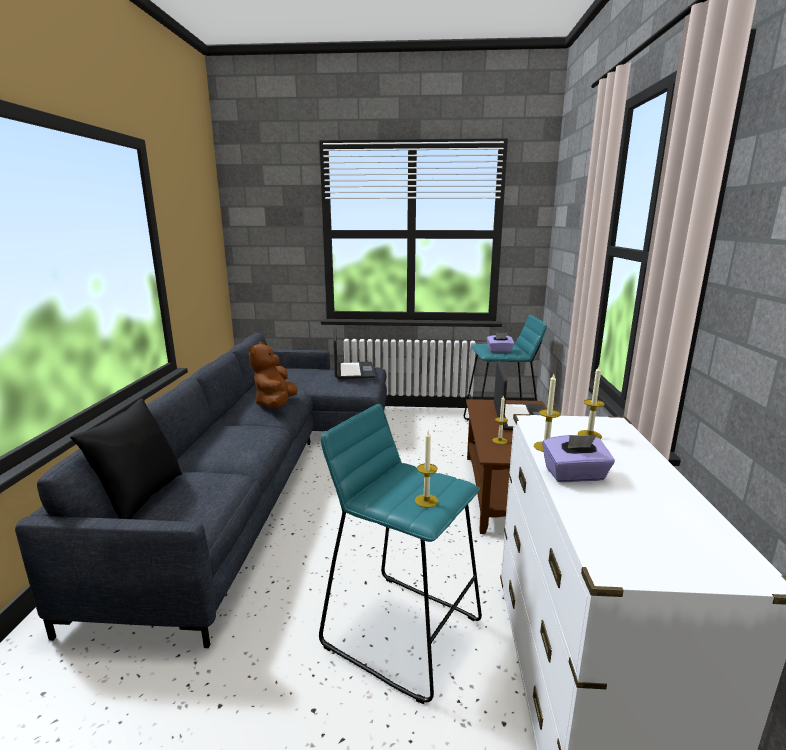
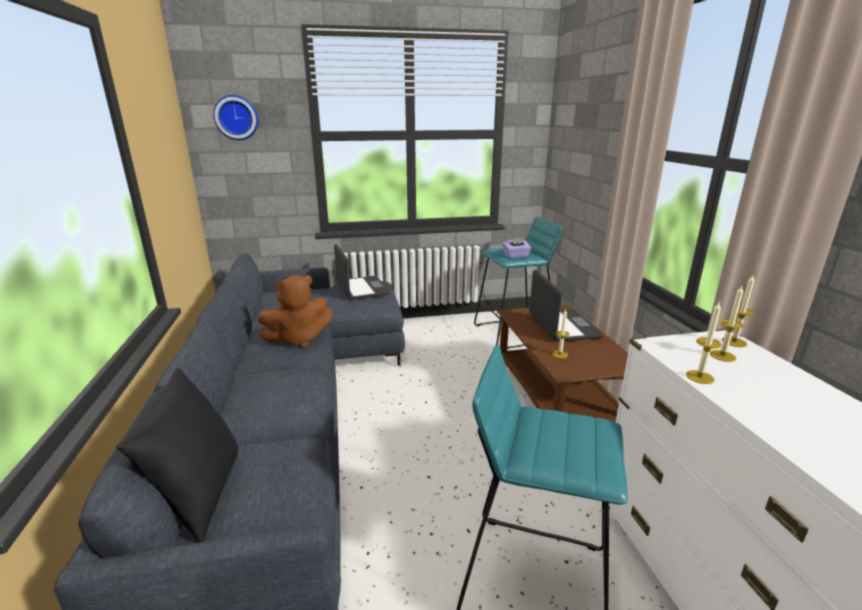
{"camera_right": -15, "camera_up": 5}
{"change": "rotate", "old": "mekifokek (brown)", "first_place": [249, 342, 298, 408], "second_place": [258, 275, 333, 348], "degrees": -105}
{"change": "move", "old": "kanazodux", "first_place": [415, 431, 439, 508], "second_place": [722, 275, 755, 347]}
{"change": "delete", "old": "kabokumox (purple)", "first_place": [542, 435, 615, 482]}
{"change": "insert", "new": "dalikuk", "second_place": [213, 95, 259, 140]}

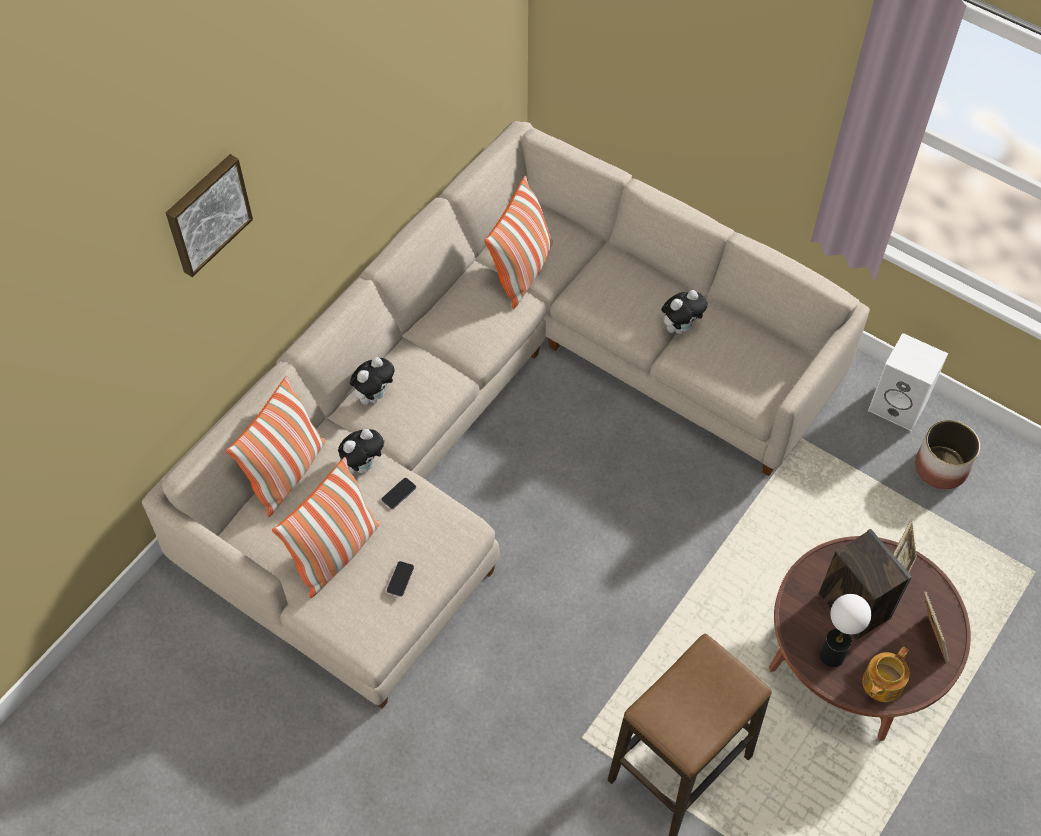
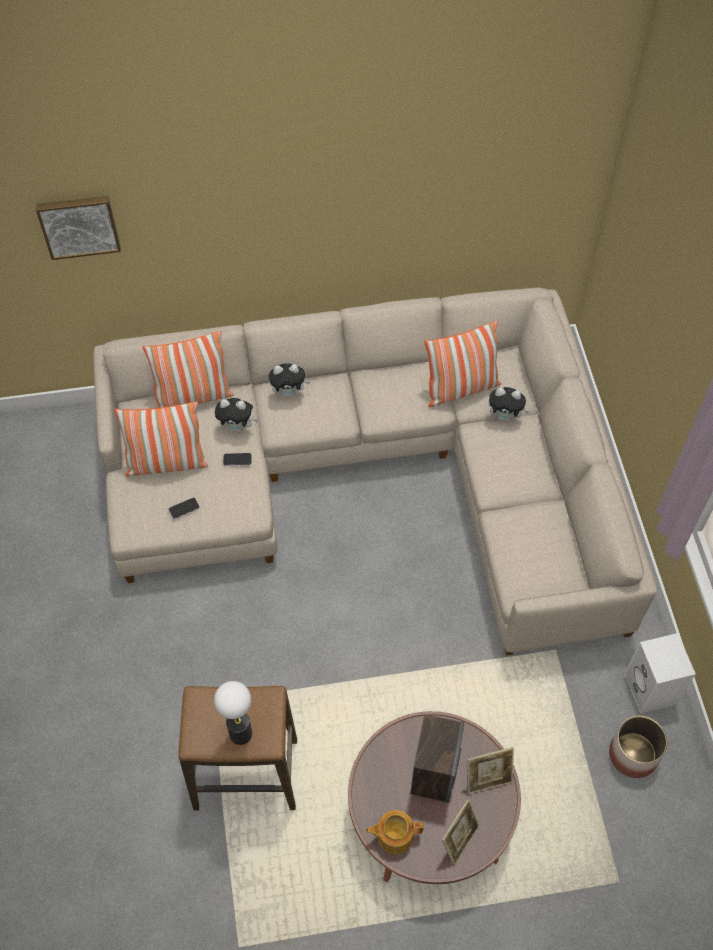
{"camera_right": 45, "camera_up": 0}
{"change": "move", "old": "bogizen", "first_place": [166, 154, 253, 277], "second_place": [36, 196, 121, 260]}
{"change": "move", "old": "mekifokek", "first_place": [661, 290, 707, 334], "second_place": [488, 387, 529, 422]}
{"change": "move", "old": "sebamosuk", "first_place": [820, 594, 871, 667], "second_place": [214, 681, 252, 745]}

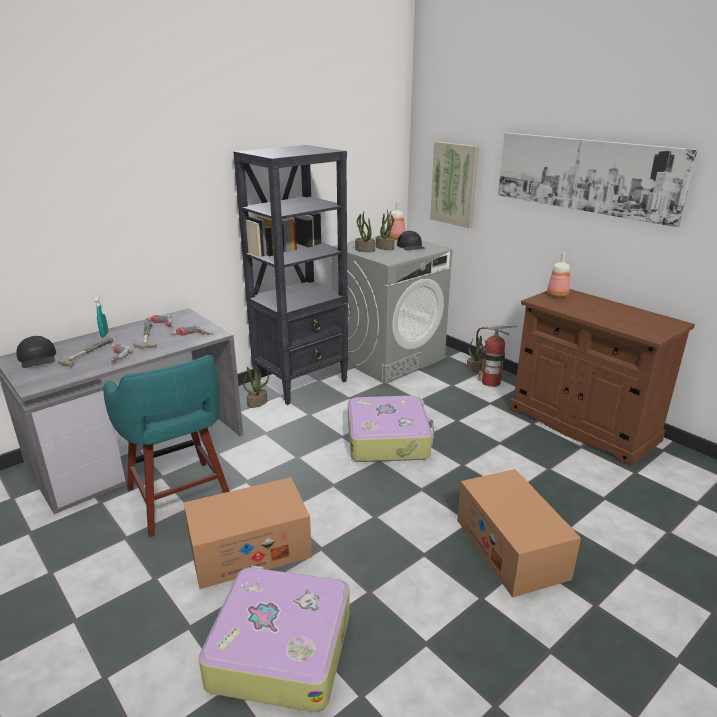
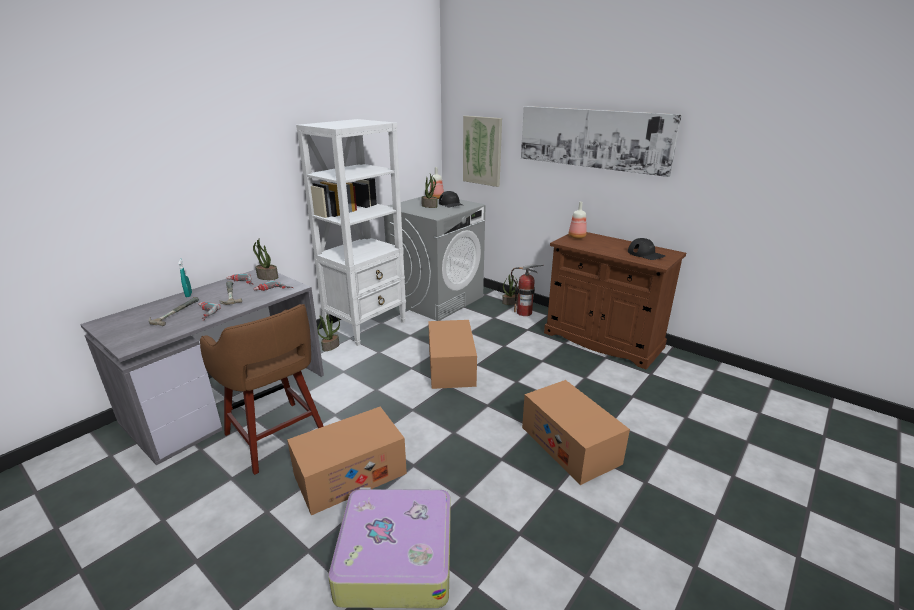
{"camera_right": -10, "camera_up": 0}
{"change": "move", "old": "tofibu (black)", "first_place": [16, 336, 56, 368], "second_place": [628, 238, 666, 260]}
{"change": "recolor", "old": "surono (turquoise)", "new": "surono (brown)", "first_place": [103, 355, 230, 537], "second_place": [200, 304, 324, 475]}
{"change": "recolor", "old": "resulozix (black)", "new": "resulozix (white)", "first_place": [233, 145, 349, 405], "second_place": [296, 119, 406, 346]}
{"change": "replace", "old": "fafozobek", "new": "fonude", "first_place": [348, 396, 435, 462], "second_place": [428, 320, 477, 389]}
{"change": "move", "old": "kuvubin", "first_place": [355, 212, 375, 252], "second_place": [253, 239, 278, 280]}

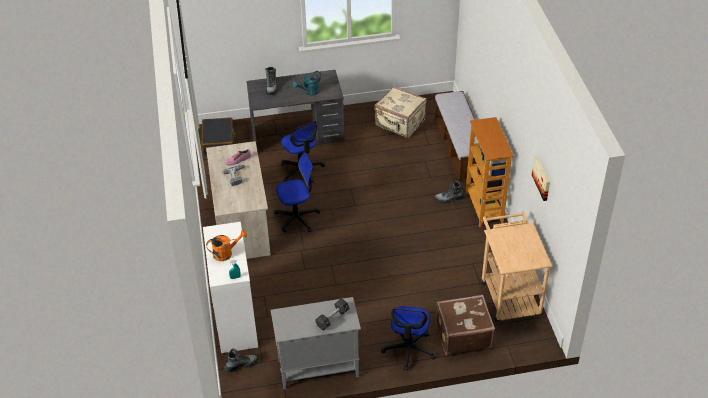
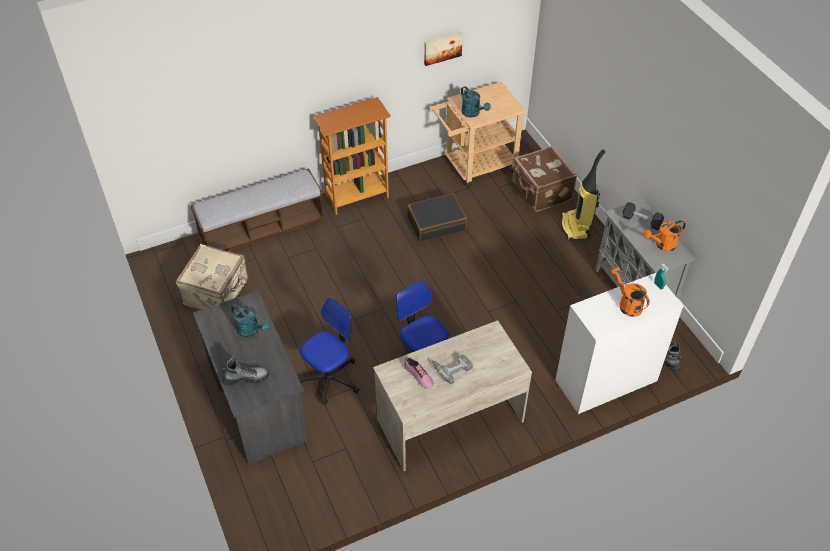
{"camera_right": -105, "camera_up": 5}
{"change": "move", "old": "fafozobek (black)", "first_place": [201, 117, 236, 155], "second_place": [407, 193, 467, 242]}
{"change": "replace", "old": "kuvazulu", "new": "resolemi", "first_place": [381, 306, 436, 371], "second_place": [561, 149, 605, 241]}
{"change": "delete", "old": "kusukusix", "first_place": [434, 180, 465, 204]}
{"change": "insert", "new": "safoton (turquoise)", "second_place": [461, 86, 491, 118]}
{"change": "insert", "new": "safoton (orange)", "second_place": [643, 220, 686, 251]}

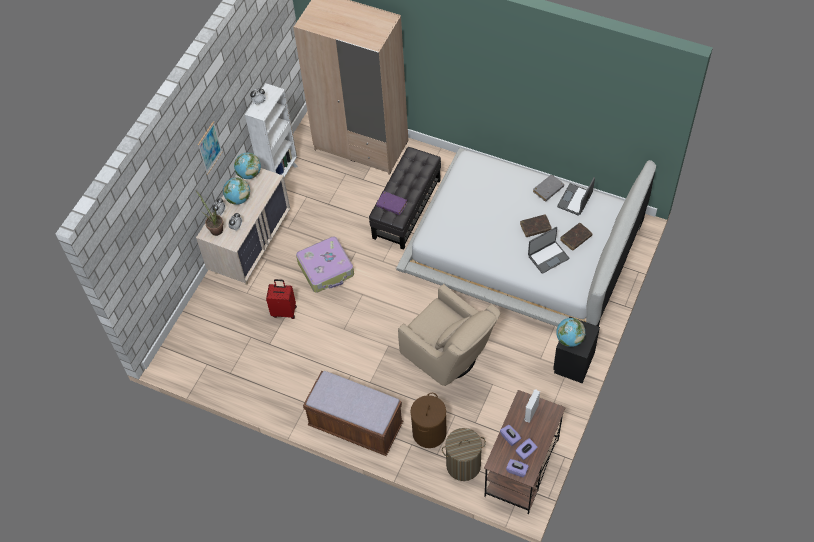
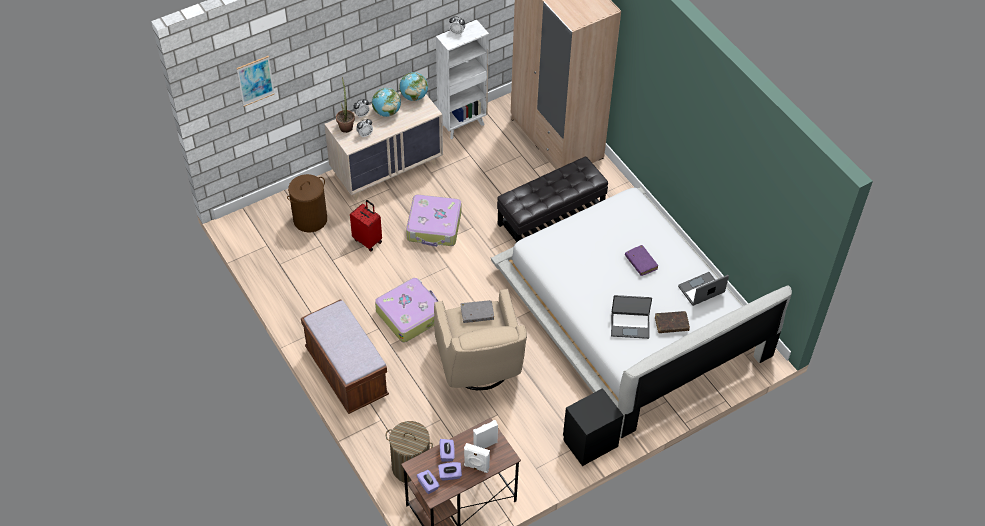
{"camera_right": 30, "camera_up": -5}
{"change": "move", "old": "bogizen", "first_place": [198, 121, 223, 175], "second_place": [236, 56, 275, 107]}
{"change": "move", "old": "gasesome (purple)", "first_place": [376, 191, 407, 215], "second_place": [625, 245, 658, 276]}
{"change": "move", "old": "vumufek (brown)", "first_place": [411, 393, 447, 448], "second_place": [287, 174, 327, 232]}
{"change": "delete", "old": "gasesome (brown)", "first_place": [520, 214, 552, 237]}
{"change": "move", "old": "gasesome (grey)", "first_place": [533, 175, 564, 201], "second_place": [461, 300, 494, 323]}
{"change": "delete", "old": "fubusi", "first_place": [556, 318, 586, 347]}
{"change": "insert", "new": "fafozobek", "second_place": [375, 278, 438, 342]}
{"change": "insert", "new": "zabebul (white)", "second_place": [464, 443, 490, 473]}

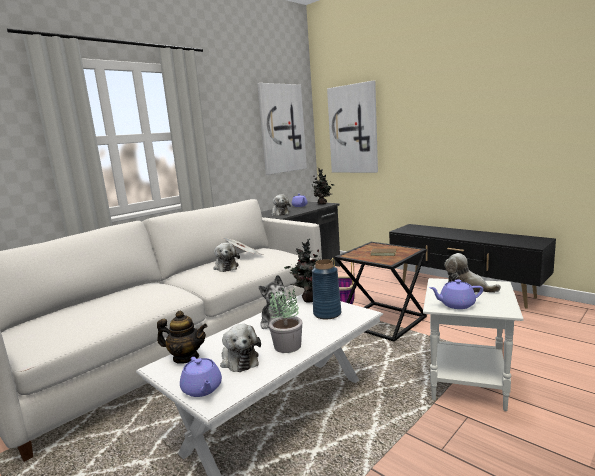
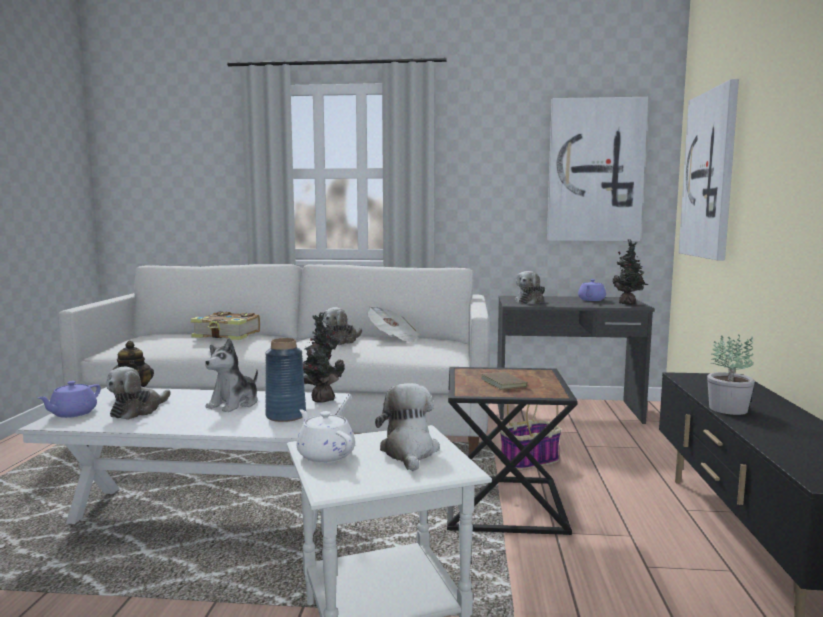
{"camera_right": 50, "camera_up": -5}
{"change": "move", "old": "kuvubin", "first_place": [269, 288, 302, 353], "second_place": [707, 335, 755, 415]}
{"change": "recolor", "old": "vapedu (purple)", "new": "vapedu (white)", "first_place": [429, 279, 483, 309], "second_place": [296, 409, 355, 463]}
{"change": "insert", "new": "gasesome", "second_place": [190, 312, 260, 340]}

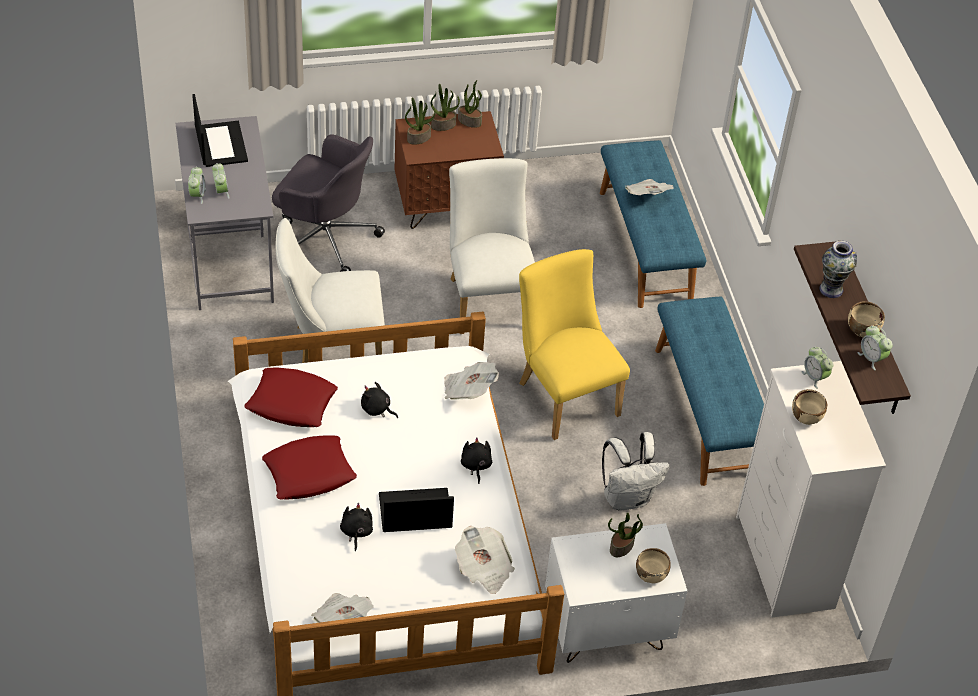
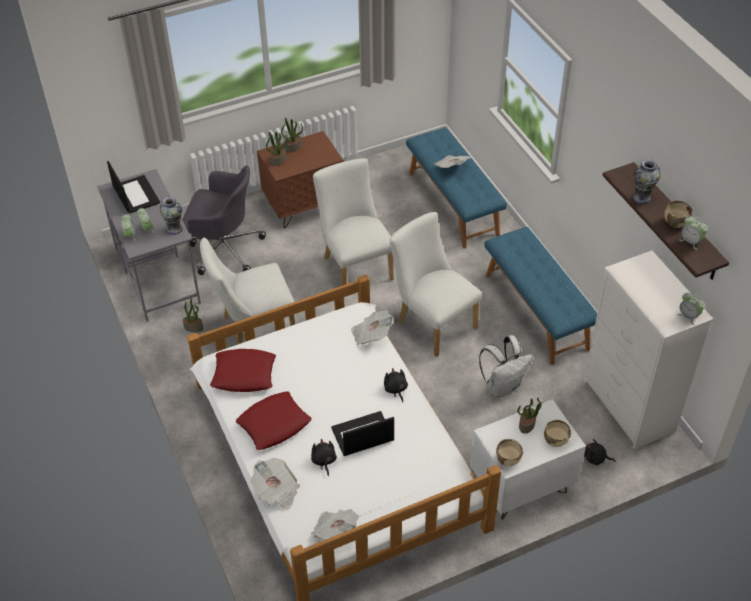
{"camera_right": -10, "camera_up": 0}
{"change": "move", "old": "mekifokek (black)", "first_place": [361, 382, 398, 418], "second_place": [584, 439, 616, 465]}
{"change": "move", "old": "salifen", "first_place": [455, 526, 515, 594], "second_place": [251, 458, 300, 509]}
{"change": "move", "old": "kuvubin", "first_place": [458, 80, 482, 128], "second_place": [183, 297, 203, 333]}
{"change": "recolor", "old": "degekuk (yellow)", "new": "degekuk (white)", "first_place": [519, 249, 630, 440], "second_place": [390, 212, 482, 357]}
{"change": "move", "old": "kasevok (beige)", "first_place": [792, 389, 827, 425], "second_place": [496, 439, 523, 466]}
{"change": "move", "old": "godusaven", "first_place": [801, 346, 833, 389], "second_place": [677, 293, 705, 325]}
{"change": "insert", "new": "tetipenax", "second_place": [160, 197, 183, 235]}

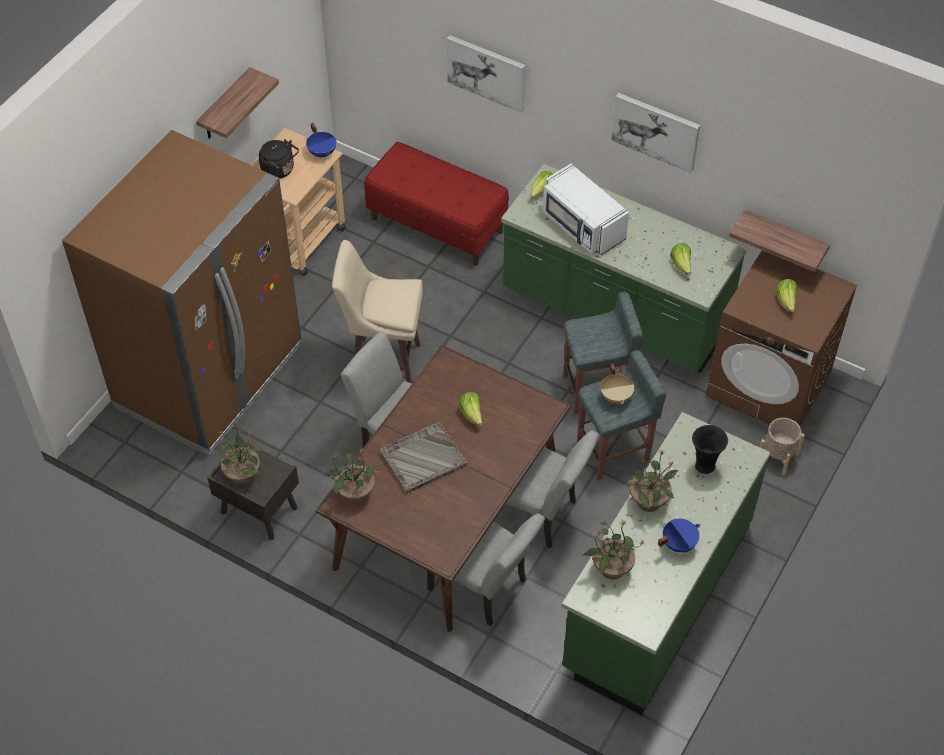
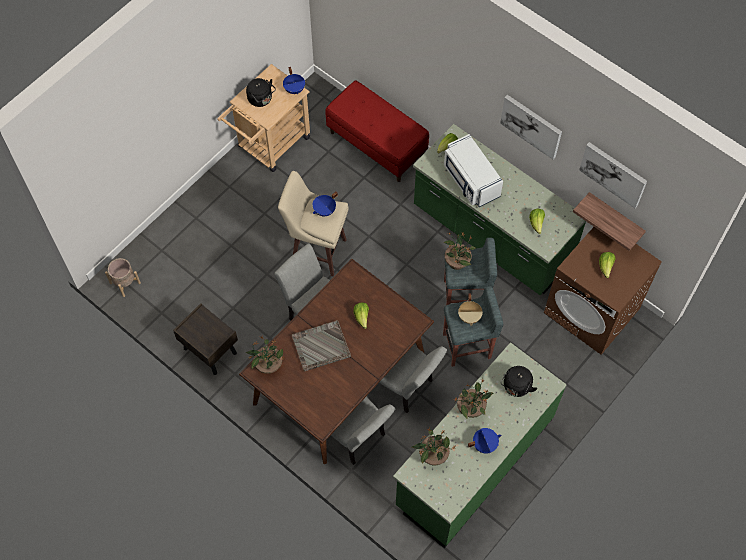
{"camera_right": 10, "camera_up": 10}
{"change": "delete", "old": "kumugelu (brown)", "first_place": [62, 130, 301, 455]}
{"change": "delete", "old": "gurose", "first_place": [196, 67, 279, 139]}
{"change": "move", "old": "kuvubin", "first_place": [217, 427, 263, 485], "second_place": [444, 232, 476, 270]}
{"change": "move", "old": "bogizen", "first_place": [447, 35, 525, 112], "second_place": [579, 142, 647, 208]}
{"change": "replace", "old": "tetipenax (black)", "new": "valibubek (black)", "first_place": [692, 425, 728, 474], "second_place": [501, 366, 538, 397]}
{"change": "move", "old": "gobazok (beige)", "first_place": [760, 418, 805, 475], "second_place": [105, 258, 141, 297]}
{"change": "insert", "new": "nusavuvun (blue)", "second_place": [313, 192, 338, 216]}

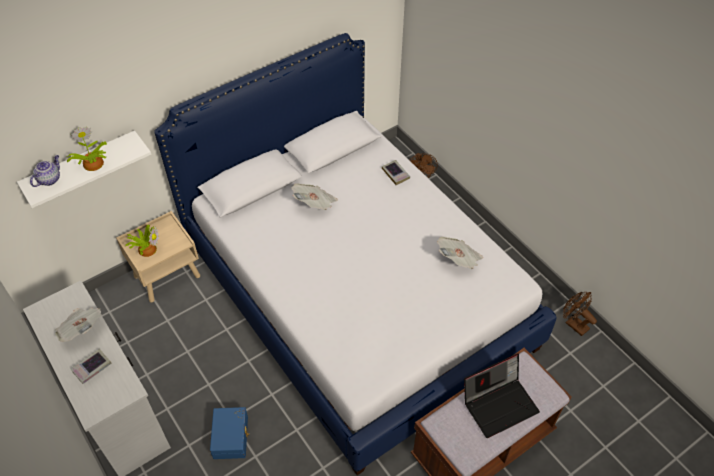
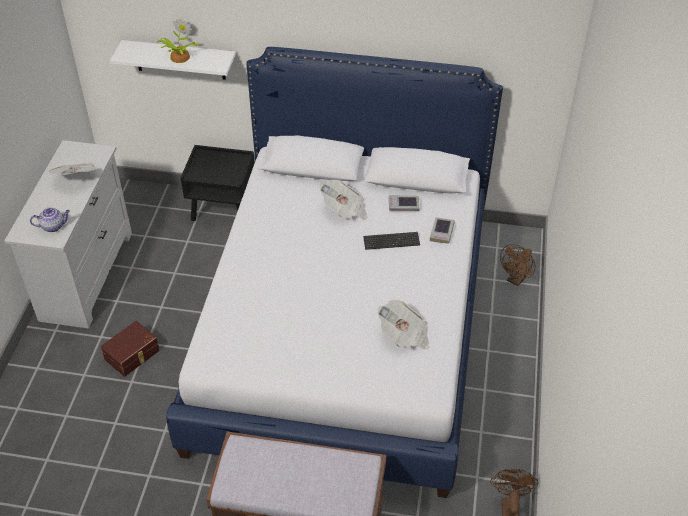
{"camera_right": 45, "camera_up": -5}
{"change": "move", "old": "vapedu", "first_place": [30, 155, 60, 187], "second_place": [30, 207, 70, 232]}
{"change": "move", "old": "gasesome", "first_place": [70, 349, 112, 384], "second_place": [389, 195, 419, 211]}
{"change": "recolor", "old": "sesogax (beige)", "new": "sesogax (black)", "first_place": [116, 211, 200, 302], "second_place": [181, 145, 255, 221]}
{"change": "delete", "old": "kuvubin", "first_place": [125, 225, 159, 257]}
{"change": "recolor", "old": "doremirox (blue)", "new": "doremirox (brown)", "first_place": [210, 407, 249, 459], "second_place": [101, 321, 160, 377]}
{"change": "delete", "old": "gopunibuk", "first_place": [464, 353, 540, 438]}
{"change": "insert", "new": "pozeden", "second_place": [363, 232, 420, 250]}

